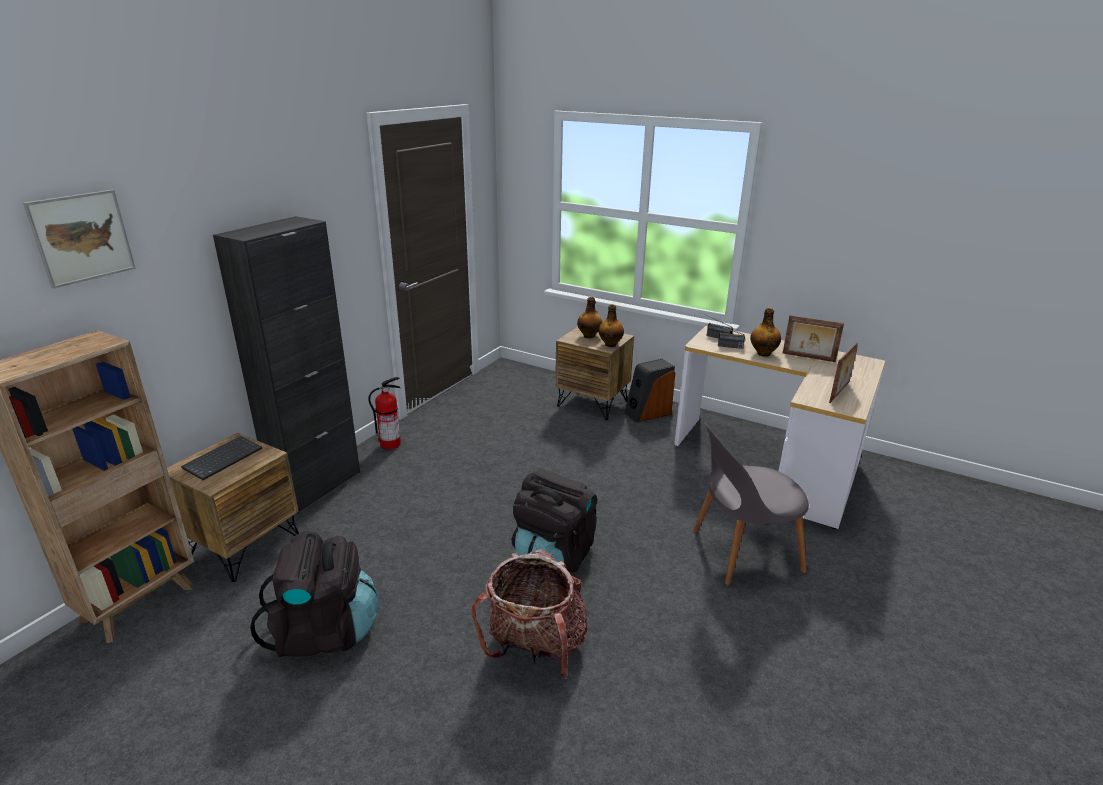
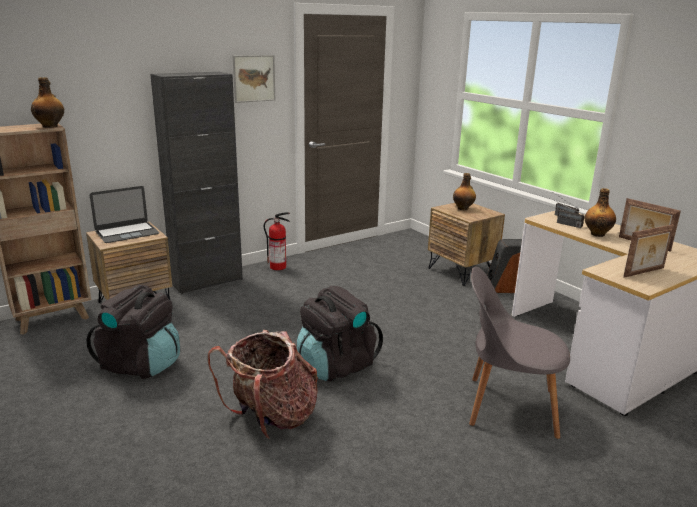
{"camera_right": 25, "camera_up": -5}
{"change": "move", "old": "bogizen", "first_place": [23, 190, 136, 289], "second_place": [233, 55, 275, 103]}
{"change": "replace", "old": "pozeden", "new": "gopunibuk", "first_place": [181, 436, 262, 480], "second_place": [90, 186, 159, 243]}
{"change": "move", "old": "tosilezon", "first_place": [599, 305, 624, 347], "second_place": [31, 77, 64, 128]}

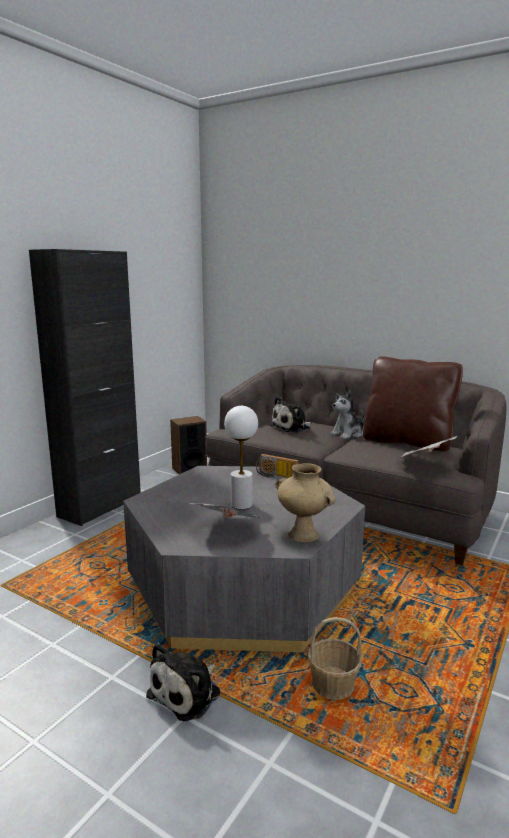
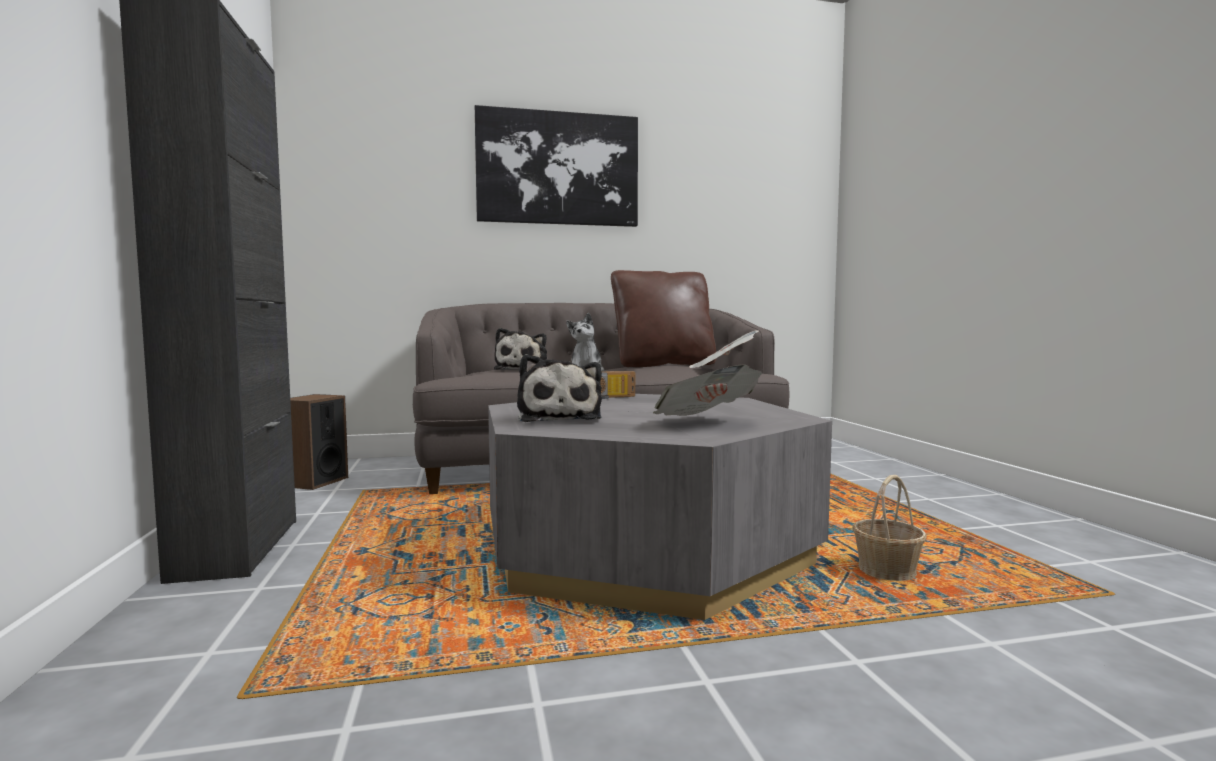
{"camera_right": -45, "camera_up": -10}
{"change": "move", "old": "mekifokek", "first_place": [146, 643, 220, 722], "second_place": [517, 354, 602, 422]}
{"change": "delete", "old": "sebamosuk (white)", "first_place": [224, 406, 258, 509]}
{"change": "delete", "old": "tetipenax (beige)", "first_place": [275, 463, 336, 542]}
{"change": "insert", "new": "bogizen", "second_place": [475, 105, 638, 227]}

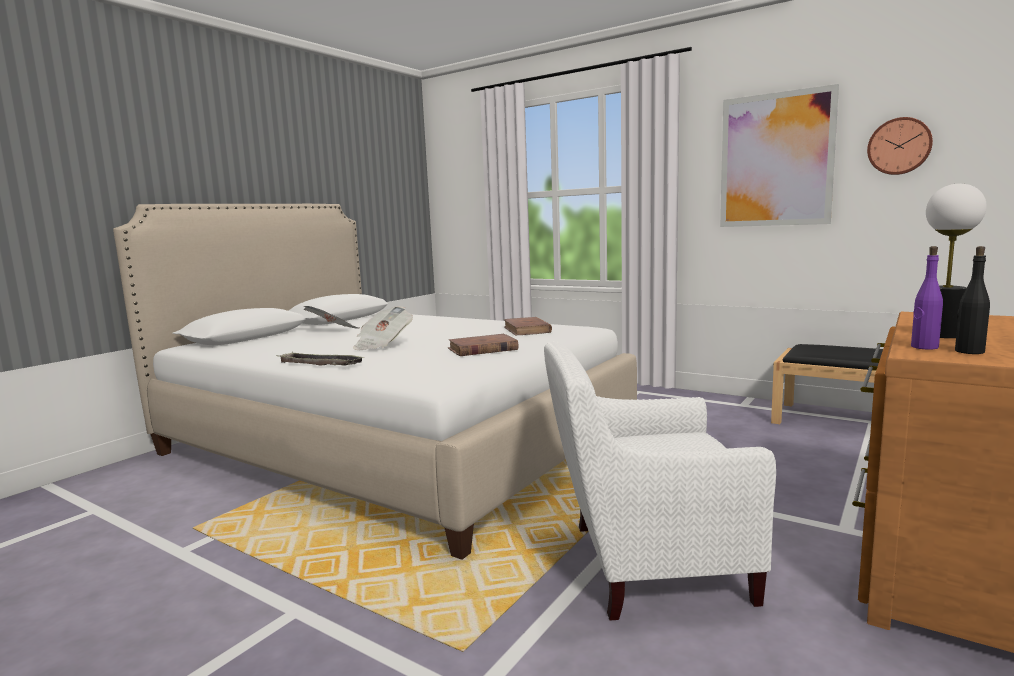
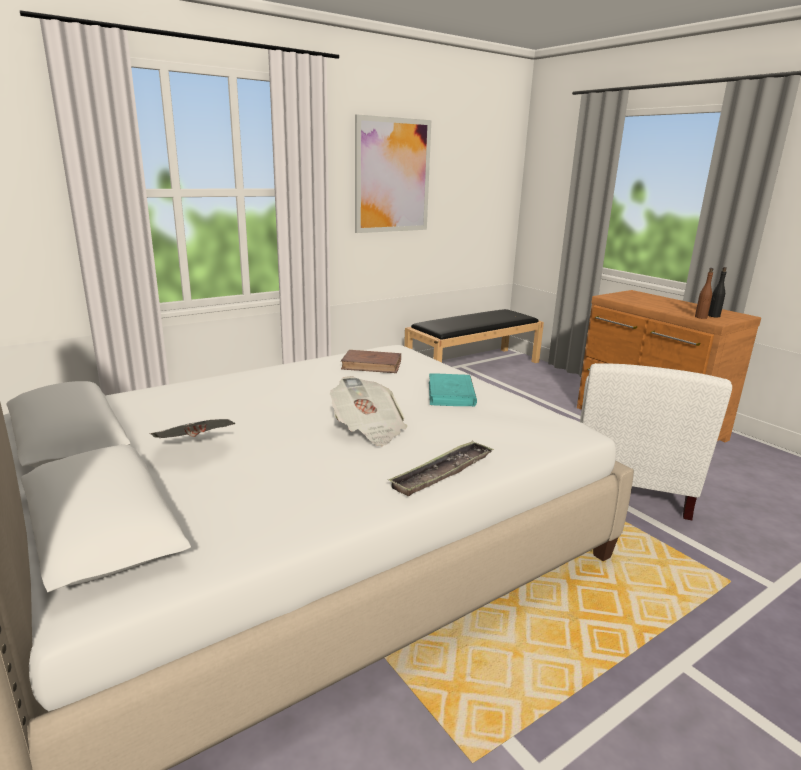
{"camera_right": -70, "camera_up": 10}
{"change": "recolor", "old": "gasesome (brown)", "new": "gasesome (turquoise)", "first_place": [448, 334, 518, 356], "second_place": [429, 373, 477, 406]}
{"change": "delete", "old": "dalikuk", "first_place": [867, 117, 933, 175]}
{"change": "recolor", "old": "tosilezon (purple)", "new": "tosilezon (brown)", "first_place": [911, 246, 943, 350], "second_place": [695, 268, 713, 319]}
{"change": "delete", "old": "sebamosuk", "first_place": [926, 183, 987, 338]}

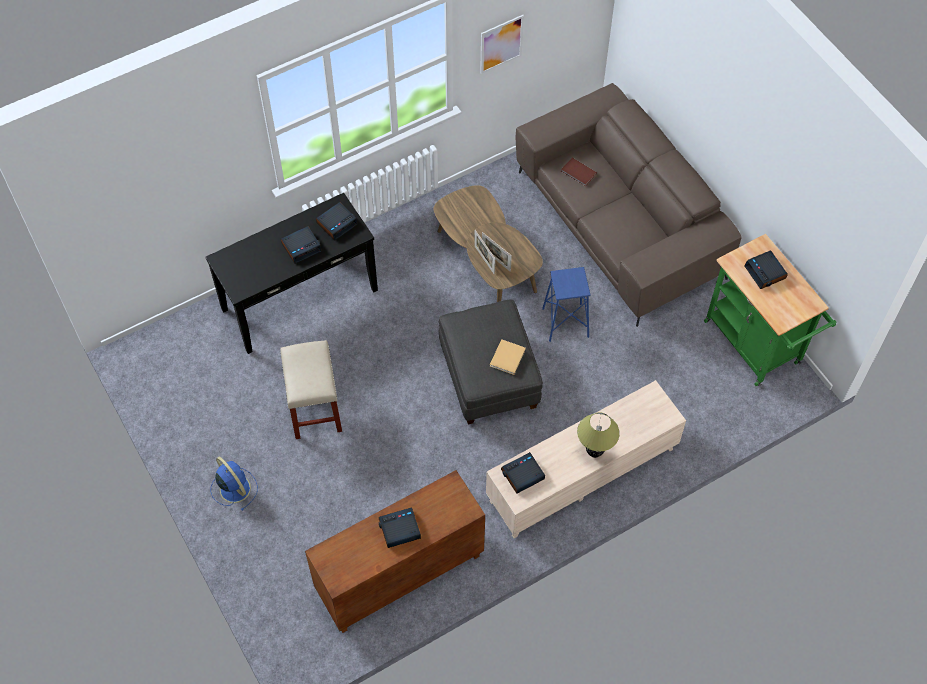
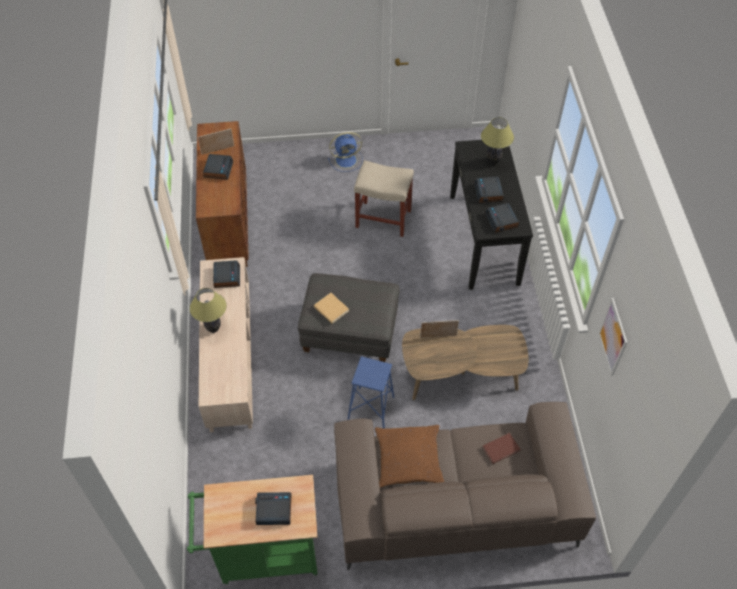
{"camera_right": 115, "camera_up": -5}
{"change": "move", "old": "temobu", "first_place": [482, 232, 512, 272], "second_place": [198, 129, 234, 155]}
{"change": "insert", "new": "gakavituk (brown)", "second_place": [375, 425, 444, 488]}
{"change": "insert", "new": "sebamosuk", "second_place": [481, 117, 514, 165]}

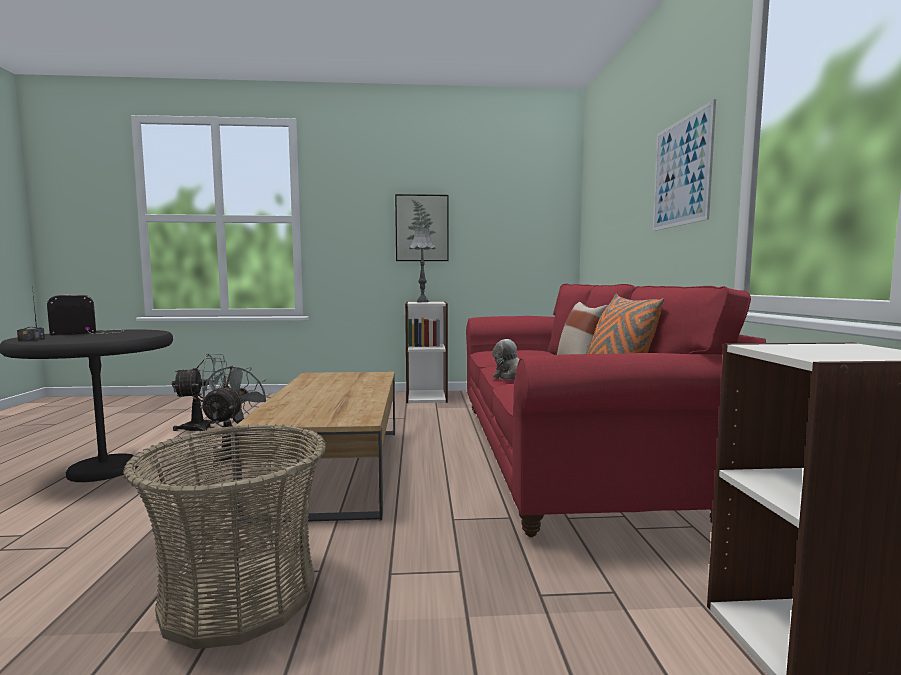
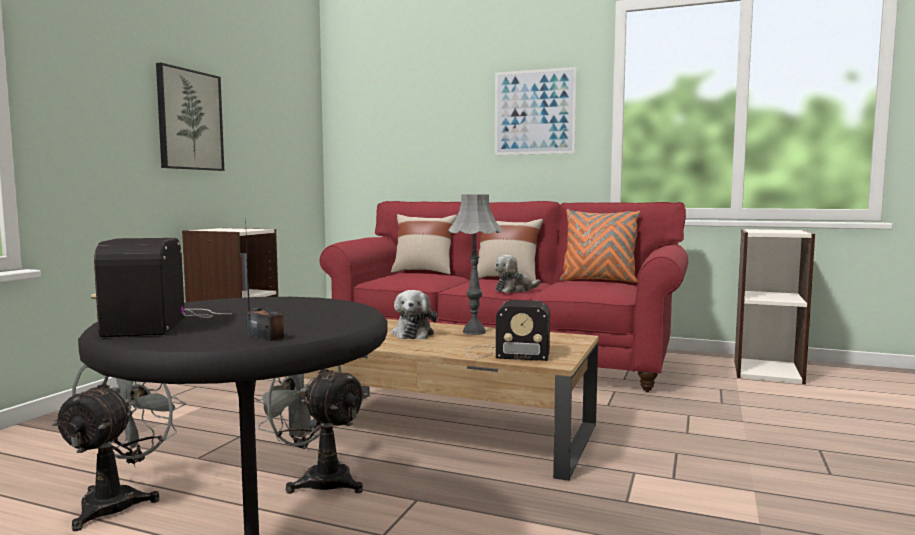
{"camera_right": -65, "camera_up": 0}
{"change": "delete", "old": "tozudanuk", "first_place": [123, 424, 326, 649]}
{"change": "move", "old": "sebamosuk (grey)", "first_place": [408, 228, 436, 302], "second_place": [448, 195, 503, 335]}
{"change": "insert", "new": "gakavituk (beige)", "second_place": [391, 214, 457, 275]}
{"change": "insert", "new": "mekifokek", "second_place": [391, 290, 437, 339]}
{"change": "insert", "new": "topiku", "second_place": [466, 300, 550, 361]}

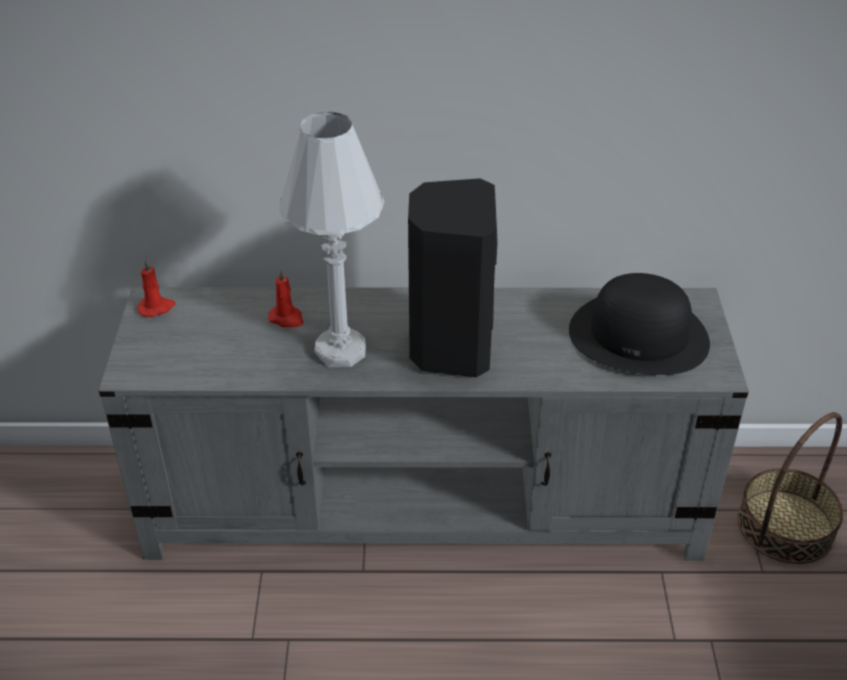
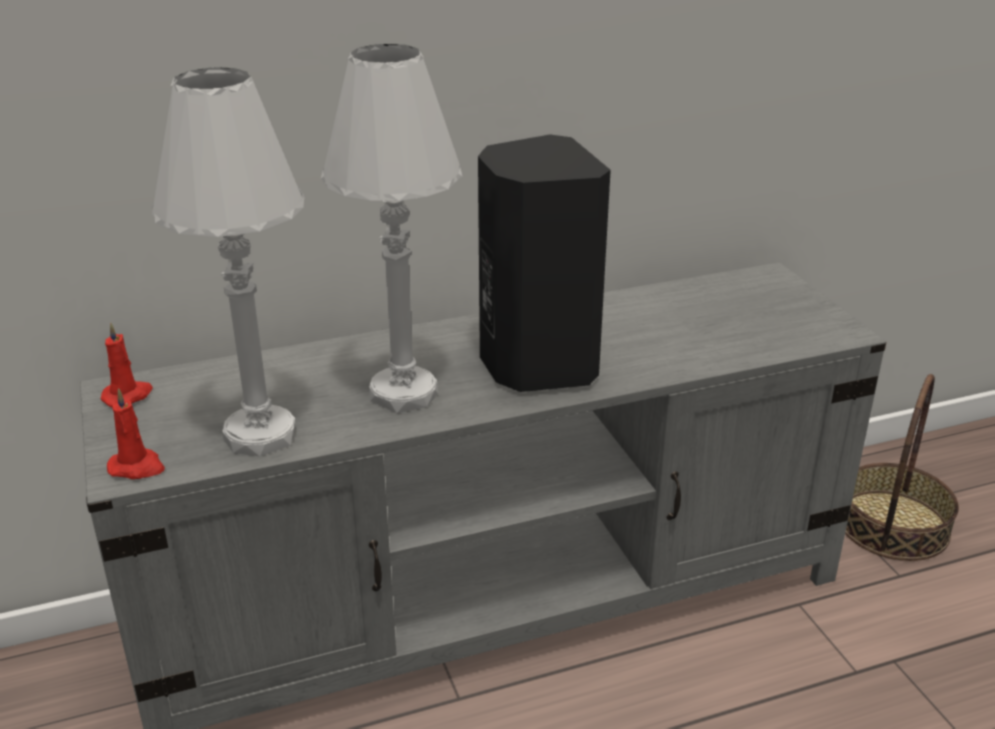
{"camera_right": -20, "camera_up": -10}
{"change": "move", "old": "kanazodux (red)", "first_place": [268, 269, 304, 327], "second_place": [107, 388, 165, 479]}
{"change": "delete", "old": "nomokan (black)", "first_place": [569, 273, 710, 375]}
{"change": "insert", "new": "sebamosuk (white)", "second_place": [152, 67, 304, 457]}

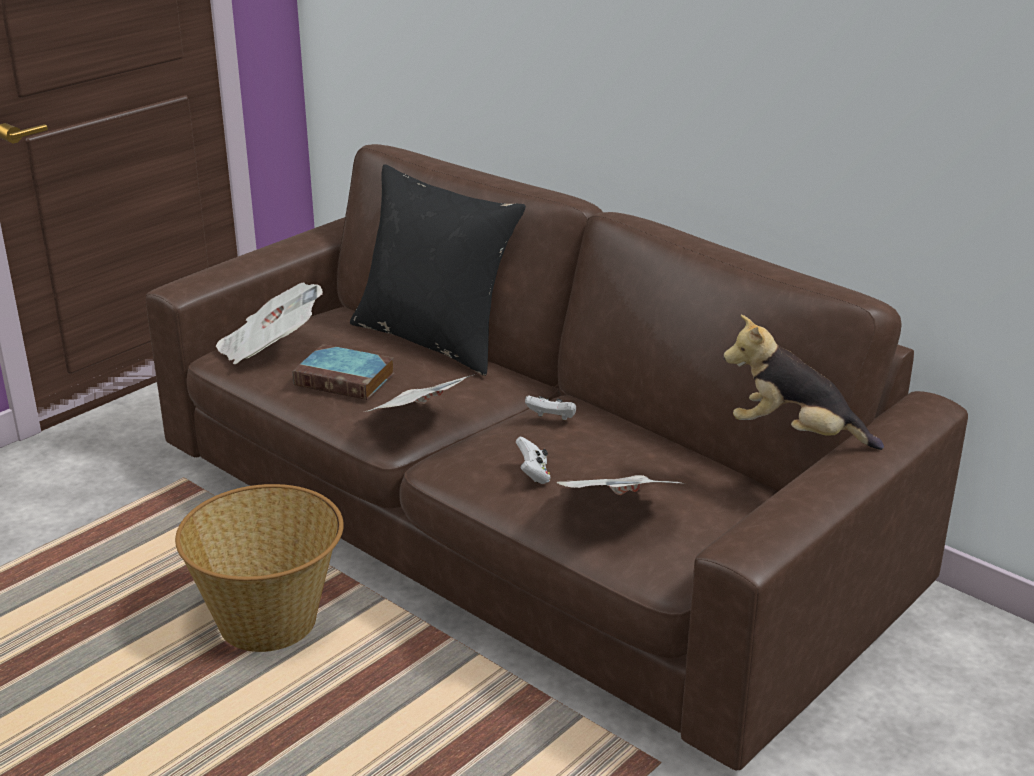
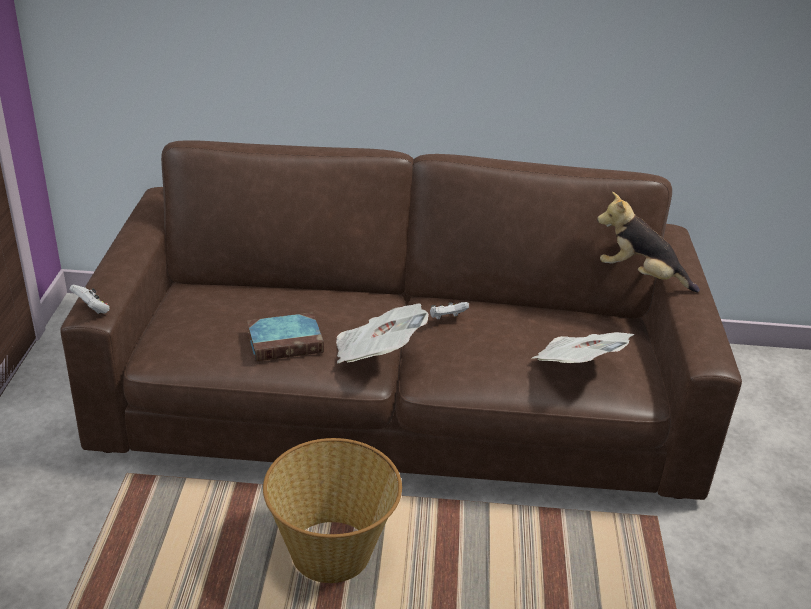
{"camera_right": -40, "camera_up": 5}
{"change": "delete", "old": "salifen", "first_place": [216, 283, 323, 364]}
{"change": "delete", "old": "gakavituk (black)", "first_place": [350, 164, 526, 376]}
{"change": "move", "old": "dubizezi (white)", "first_place": [516, 437, 551, 484], "second_place": [69, 285, 110, 314]}
{"change": "rotate", "old": "mekifokek", "first_place": [723, 315, 884, 450], "second_place": [597, 192, 700, 293], "degrees": 45}

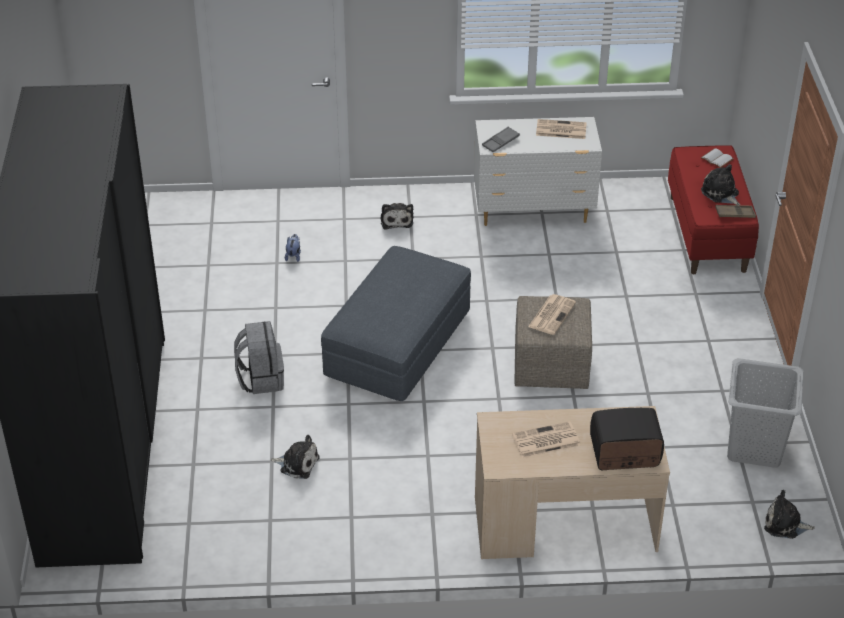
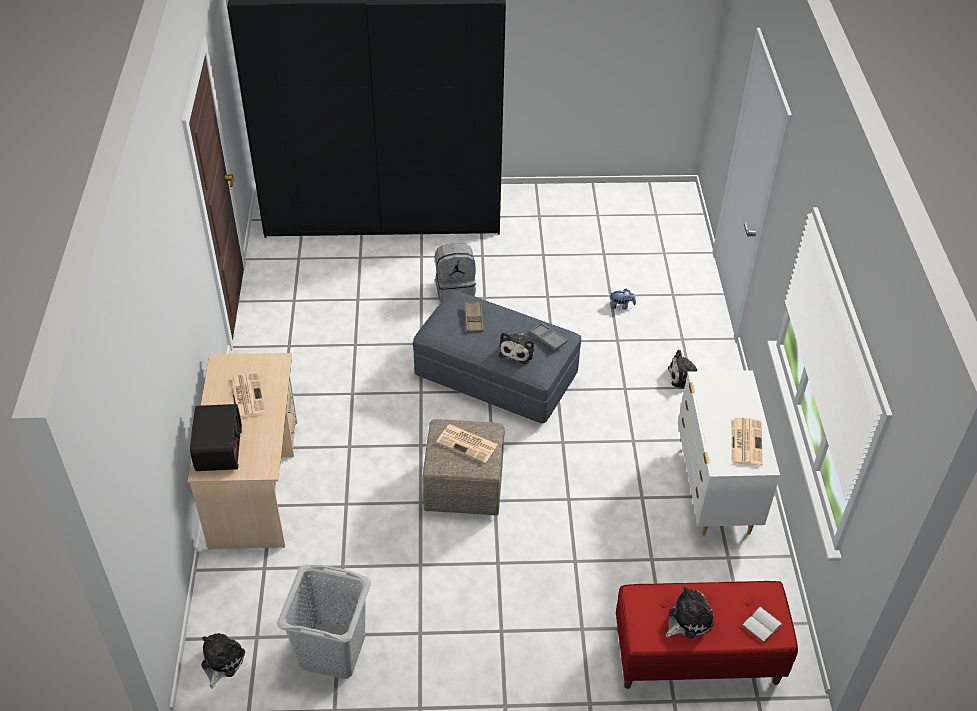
{"camera_right": 90, "camera_up": 5}
{"change": "move", "old": "mekifokek", "first_place": [270, 435, 320, 479], "second_place": [499, 332, 535, 364]}
{"change": "move", "old": "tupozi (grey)", "first_place": [482, 126, 520, 152], "second_place": [530, 323, 567, 350]}
{"change": "move", "old": "tupozi (brown)", "first_place": [715, 205, 756, 218], "second_place": [465, 302, 484, 332]}

